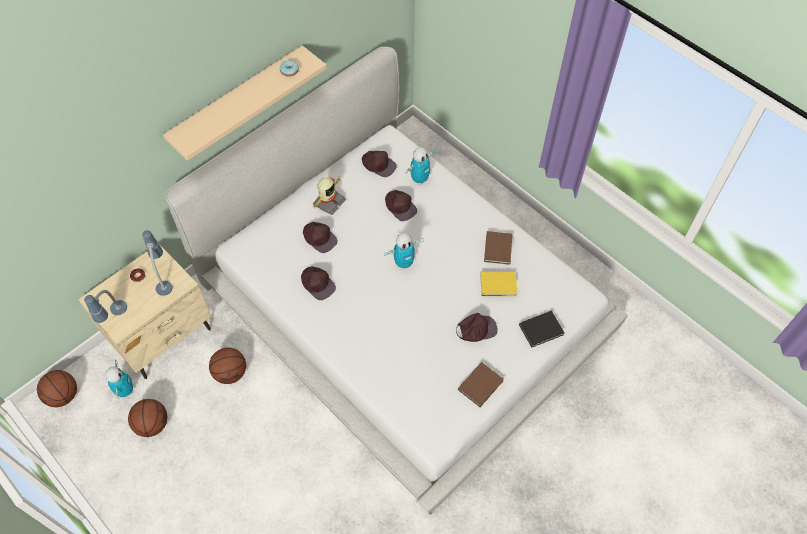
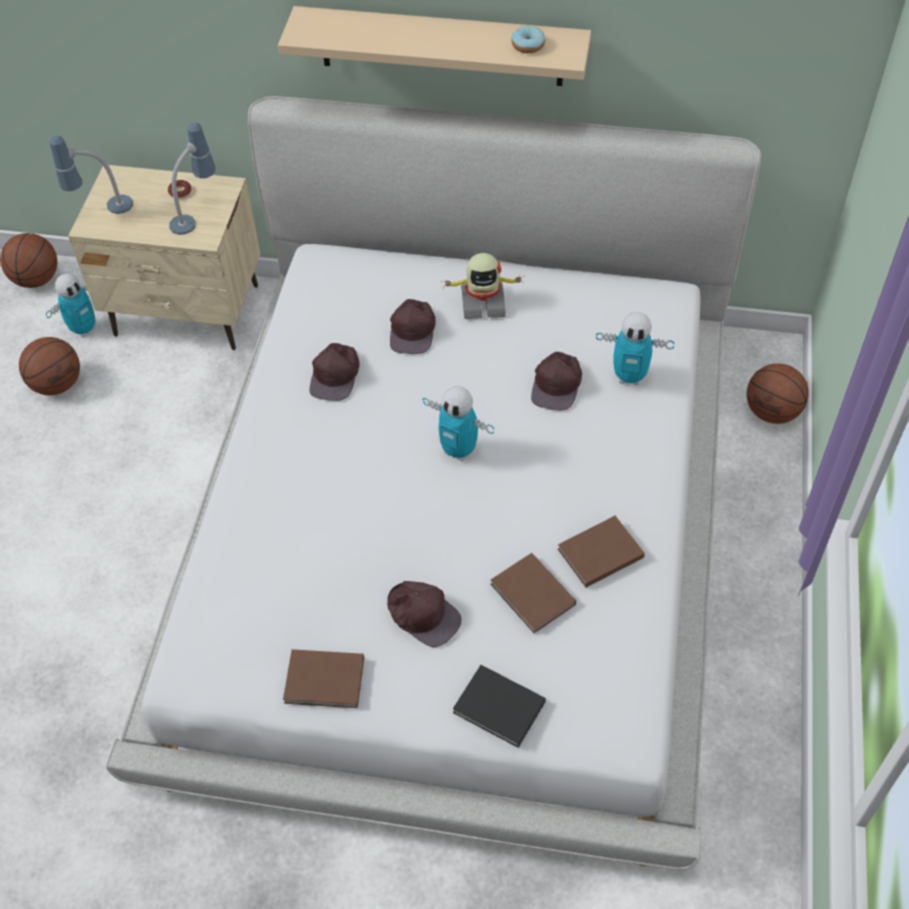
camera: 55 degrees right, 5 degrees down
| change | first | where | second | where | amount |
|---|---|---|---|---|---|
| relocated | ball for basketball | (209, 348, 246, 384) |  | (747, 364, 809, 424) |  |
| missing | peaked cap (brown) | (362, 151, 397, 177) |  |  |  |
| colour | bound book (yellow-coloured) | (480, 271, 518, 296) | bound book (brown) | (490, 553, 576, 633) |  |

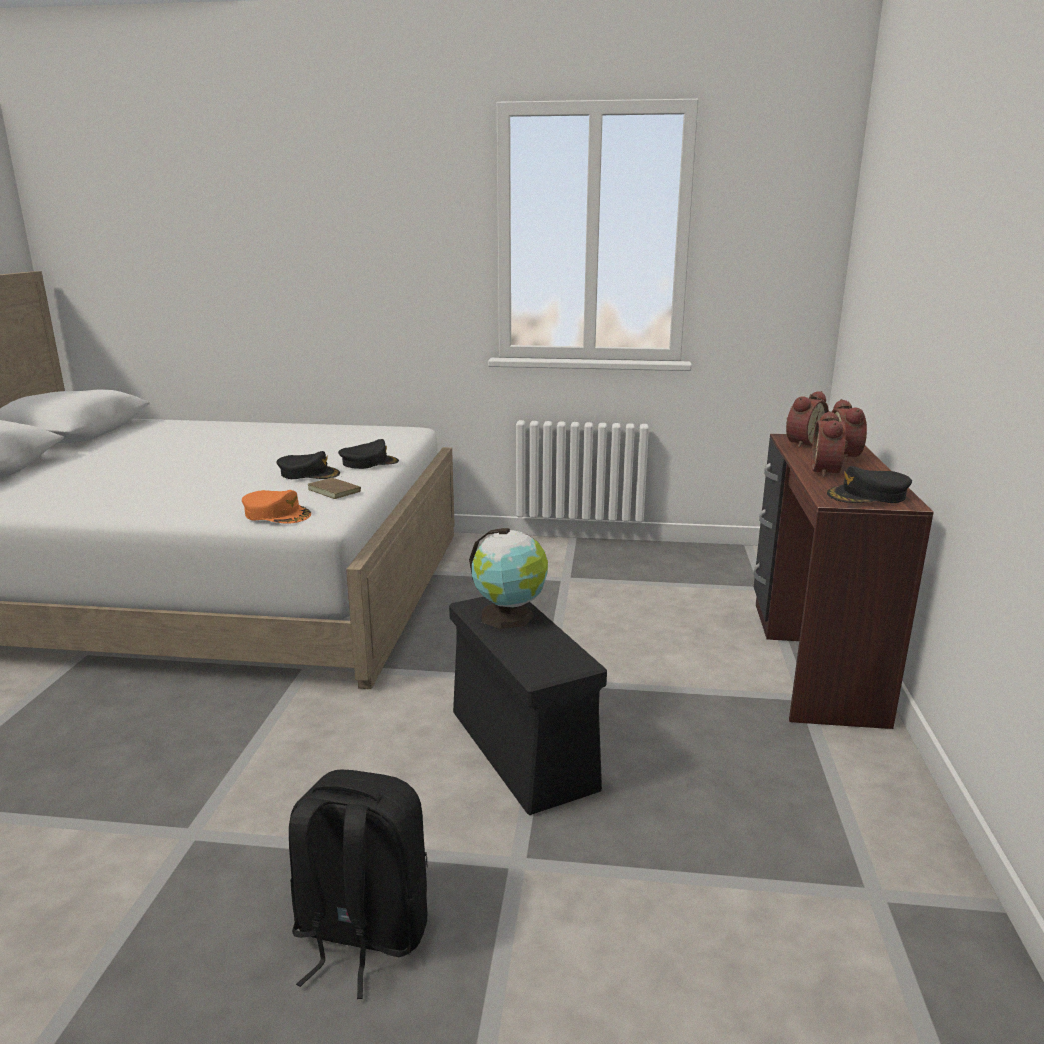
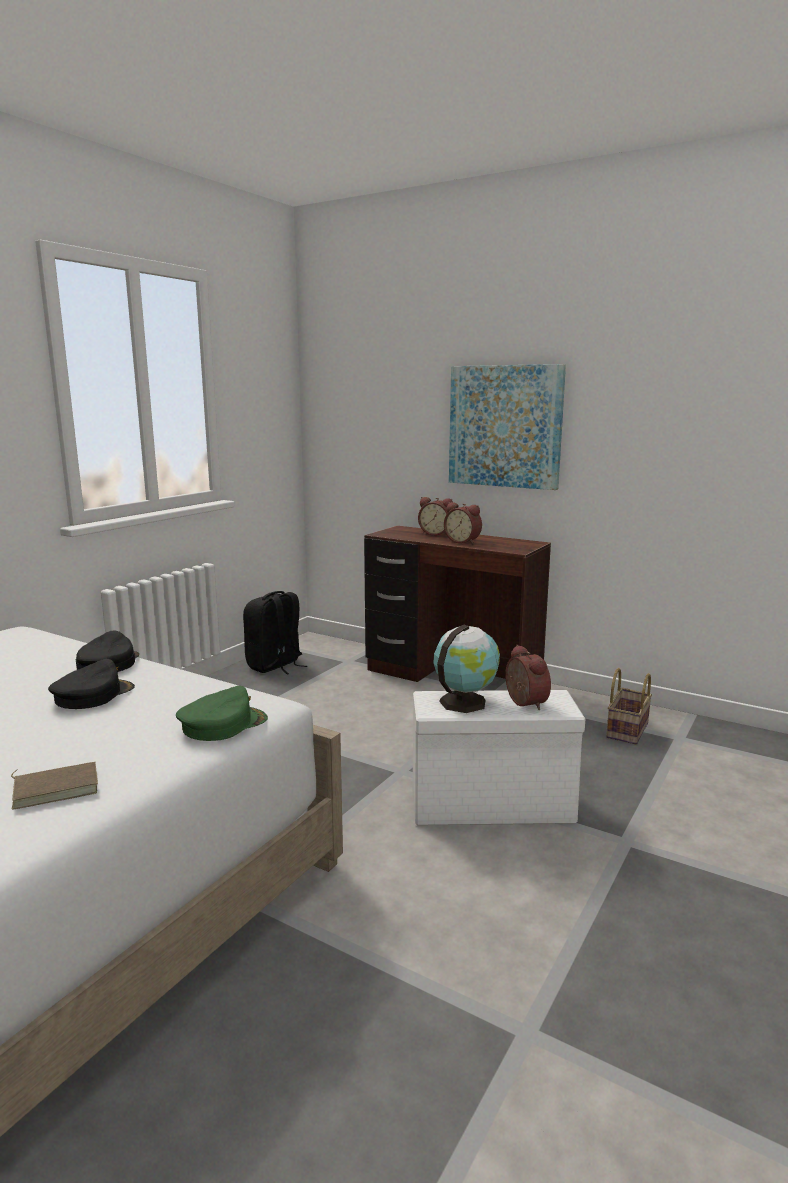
camera: 65 degrees left, 5 degrees down
| change | first | where | second | where | amount |
|---|---|---|---|---|---|
| colour | peaked cap (orangey) | (242, 490, 311, 524) | peaked cap (green-coloured) | (176, 686, 268, 741) |  |
| relocated | backpack (blackish) | (289, 769, 427, 999) |  | (243, 591, 307, 675) |  |
| relocated | bound book (brown) | (308, 476, 361, 499) |  | (11, 762, 98, 810) |  |
| colour | storage container (blackish) | (449, 597, 607, 815) | storage container (white) | (412, 690, 585, 825) |  |
| relocated | alarm clock | (786, 391, 829, 448) |  | (505, 645, 551, 710) |  |
| missing | peaked cap (blackish) | (827, 466, 912, 503) |  |  |  |
| appeared |  |  | wall picture | (449, 364, 566, 490) |  |
| appeared |  |  | storage basket | (606, 668, 652, 744) |  |

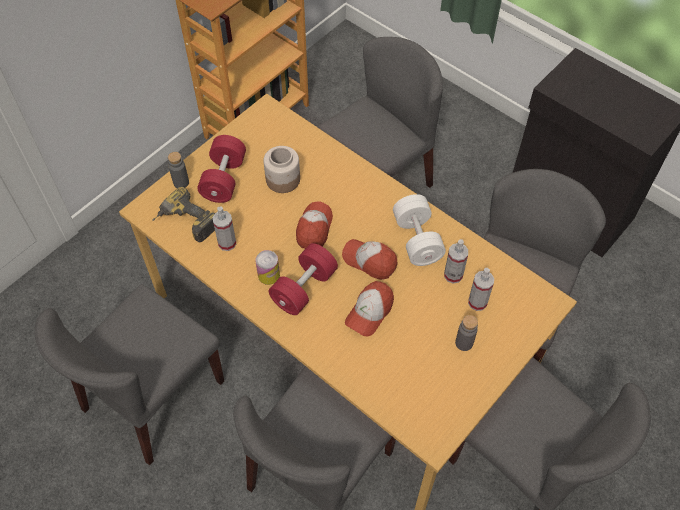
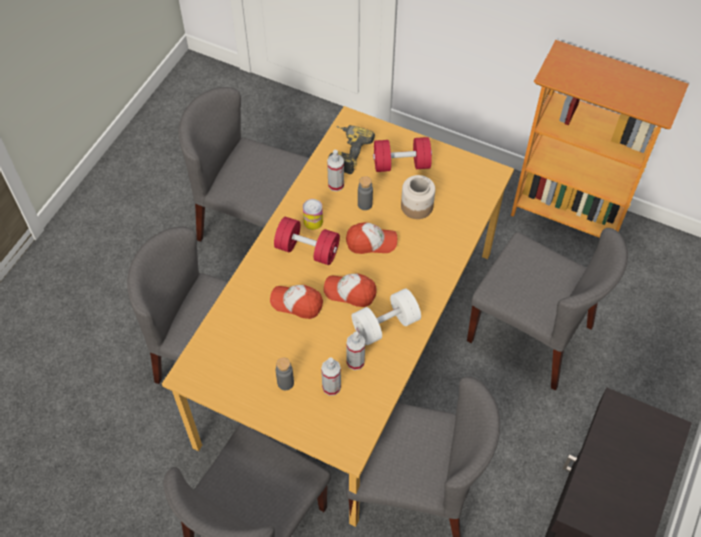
camera: 75 degrees right, 0 degrees up
| change | first | where | second | where | amount |
|---|---|---|---|---|---|
| relocated | drink bottle (gray) | (168, 152, 189, 188) |  | (358, 176, 373, 210) |  |
| spun | peaked cap | (342, 239, 398, 280) |  | (324, 273, 377, 307) | 90 degrees counterclockwise |

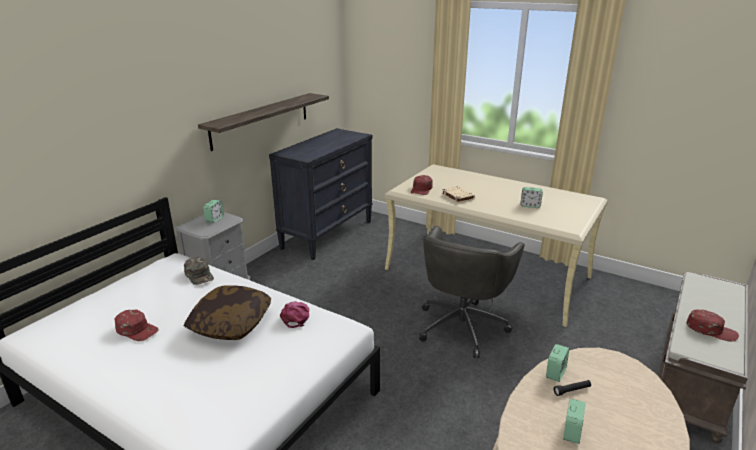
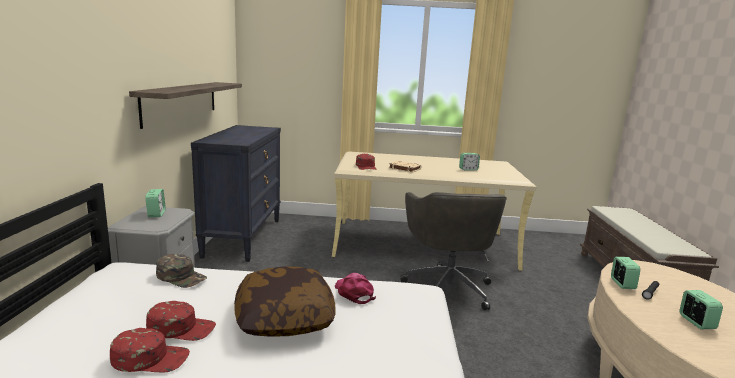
camera: 30 degrees left, 10 degrees down
| change | first | where | second | where | amount |
|---|---|---|---|---|---|
| relocated | peaked cap (red-coloured) | (687, 310, 739, 342) |  | (146, 301, 216, 341) |  |

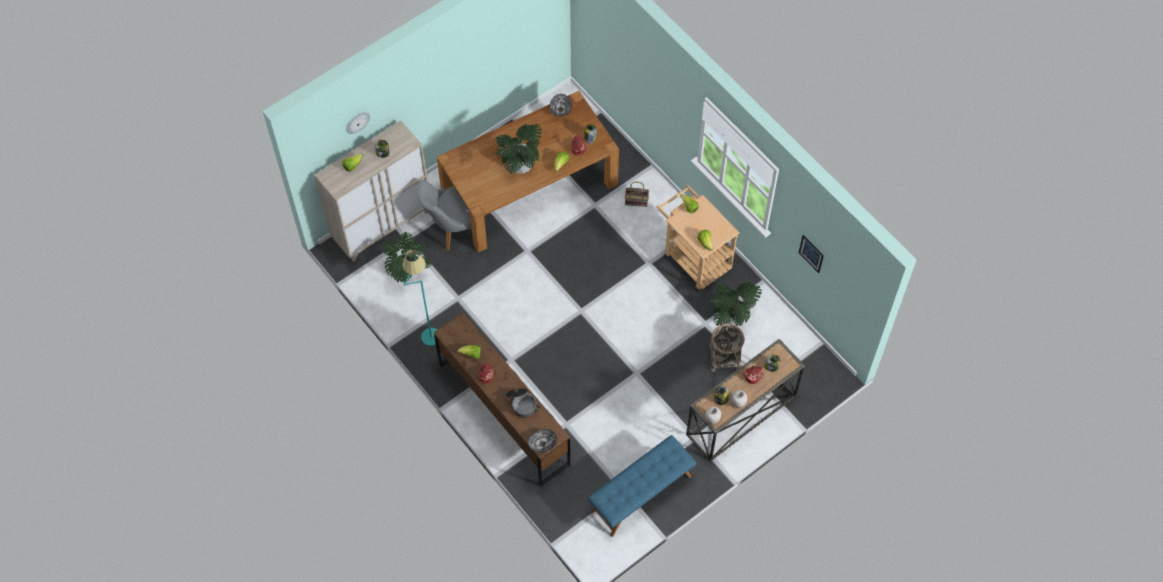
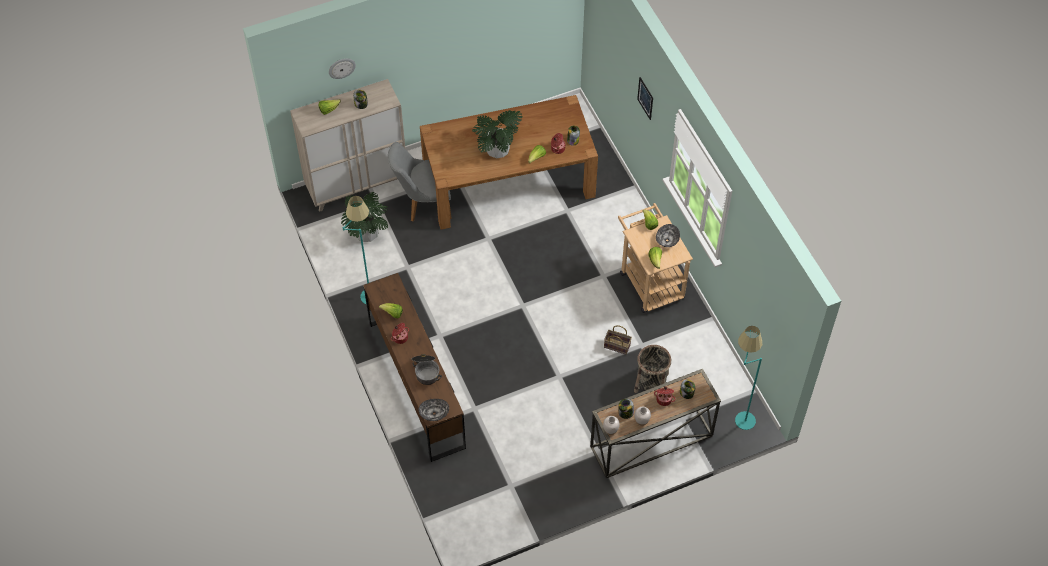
camera: 15 degrees right, 5 degrees down
| change | first | where | second | where | amount |
|---|---|---|---|---|---|
| relocated | deep dish | (549, 94, 572, 116) |  | (656, 224, 680, 247) |  |
| missing | bench (blue-coloured) | (587, 435, 697, 537) |  |  |  |
| relocated | storage basket | (625, 182, 649, 207) |  | (604, 325, 632, 355) |  |
| missing | potted plant | (710, 282, 762, 326) |  |  |  |
| relocated | wall picture | (799, 235, 824, 273) |  | (637, 77, 653, 120) |  |
| appeared |  |  | floor lamp (blue-green) | (735, 326, 762, 430) |  |

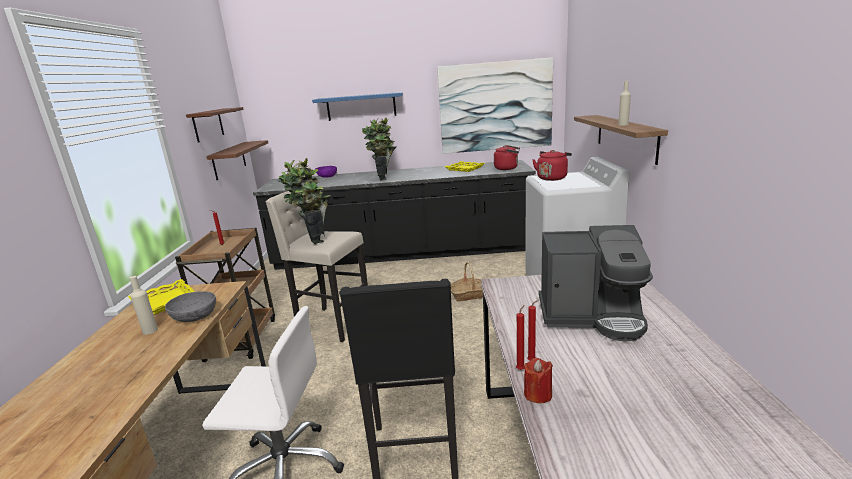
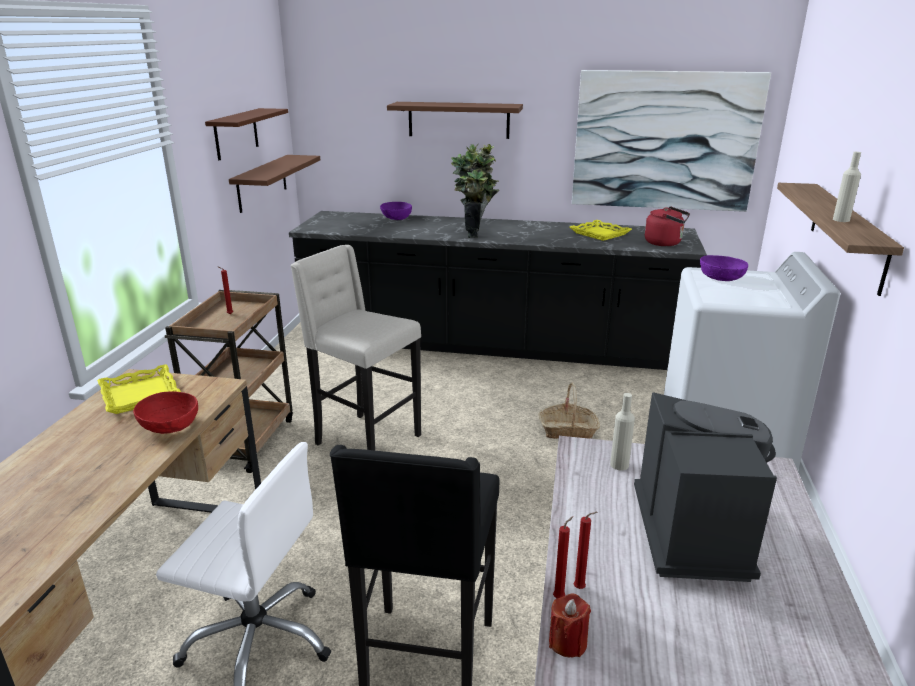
camera: 10 degrees right, 5 degrees up
| change | first | where | second | where | amount |
|---|---|---|---|---|---|
| relocated | drink bottle (beige) | (130, 276, 158, 335) |  | (610, 393, 635, 471) |  |
| colour | deep dish (gray) | (165, 291, 216, 322) | deep dish (red-coloured) | (133, 392, 198, 434) |  |
| missing | potted plant | (277, 158, 331, 244) |  |  |  |
| colour | bracket shelf (blue-coloured) | (312, 92, 403, 121) | bracket shelf (brown) | (387, 102, 523, 139) |  |
| exchanged | kettle (red-coloured) | (532, 150, 572, 181) | deep dish (purplish) | (700, 255, 748, 281) |  |
| spun | coffee brewer | (539, 225, 653, 342) |  | (634, 392, 777, 582) | 105 degrees counterclockwise |

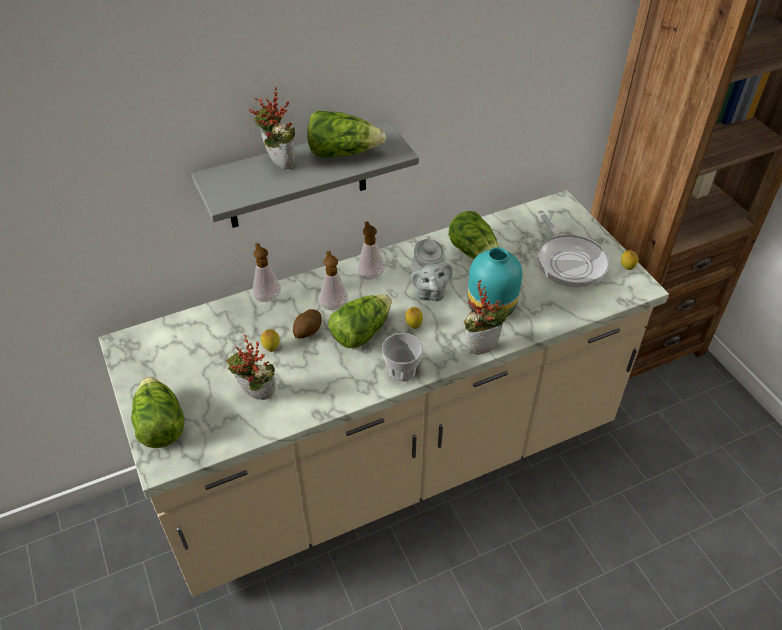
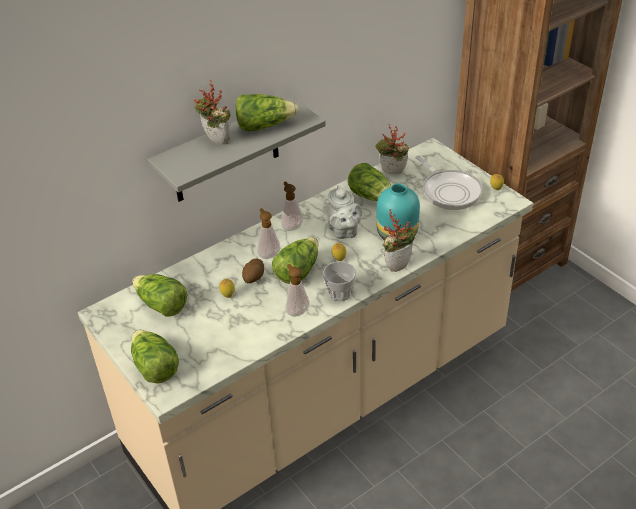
camera: 10 degrees left, 5 degrees down
| change | first | where | second | where | amount |
|---|---|---|---|---|---|
| relocated | potted plant | (226, 334, 275, 400) |  | (375, 123, 410, 174) |  |
| relocated | soap bottle | (252, 243, 281, 302) |  | (285, 264, 310, 317) |  |
| appeared |  |  | lettuce | (132, 274, 187, 316) |  |

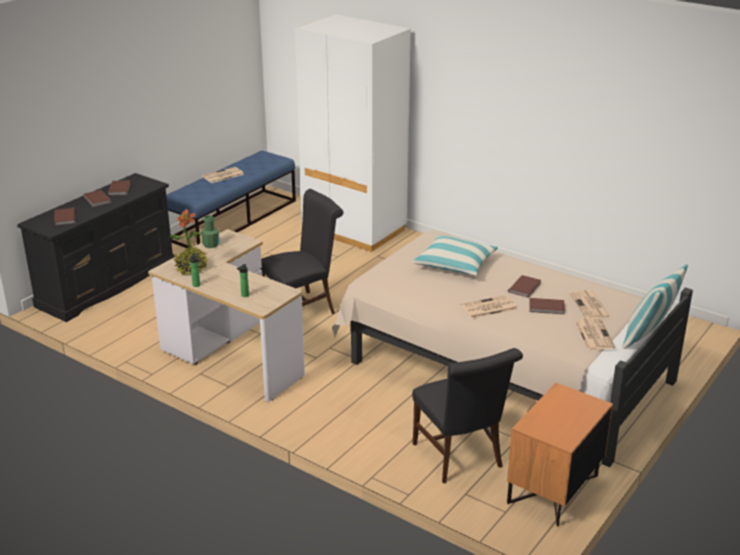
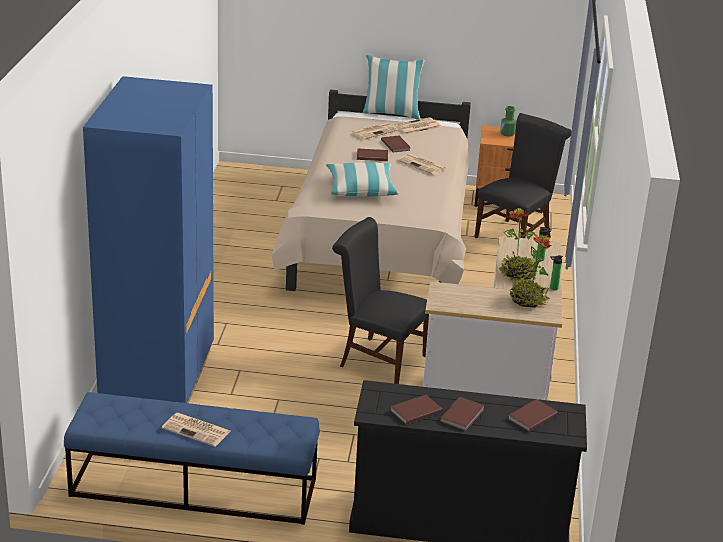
camera: 120 degrees left, 0 degrees up
| change | first | where | second | where | amount |
|---|---|---|---|---|---|
| relocated | drink bottle (green-coloured) | (201, 215, 220, 248) |  | (500, 106, 517, 137) |  |
| colour | clothes cupboard (white) | (295, 14, 411, 252) | clothes cupboard (blue-coloured) | (83, 76, 214, 403) |  |
| appeared |  |  | potted plant | (499, 208, 537, 281) |  |

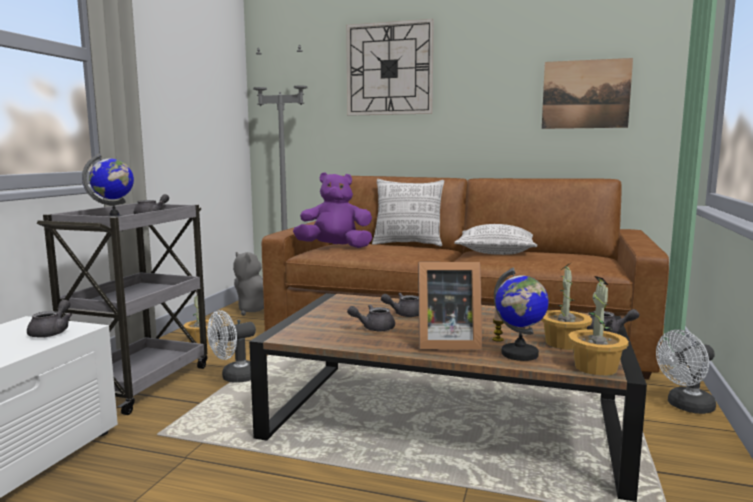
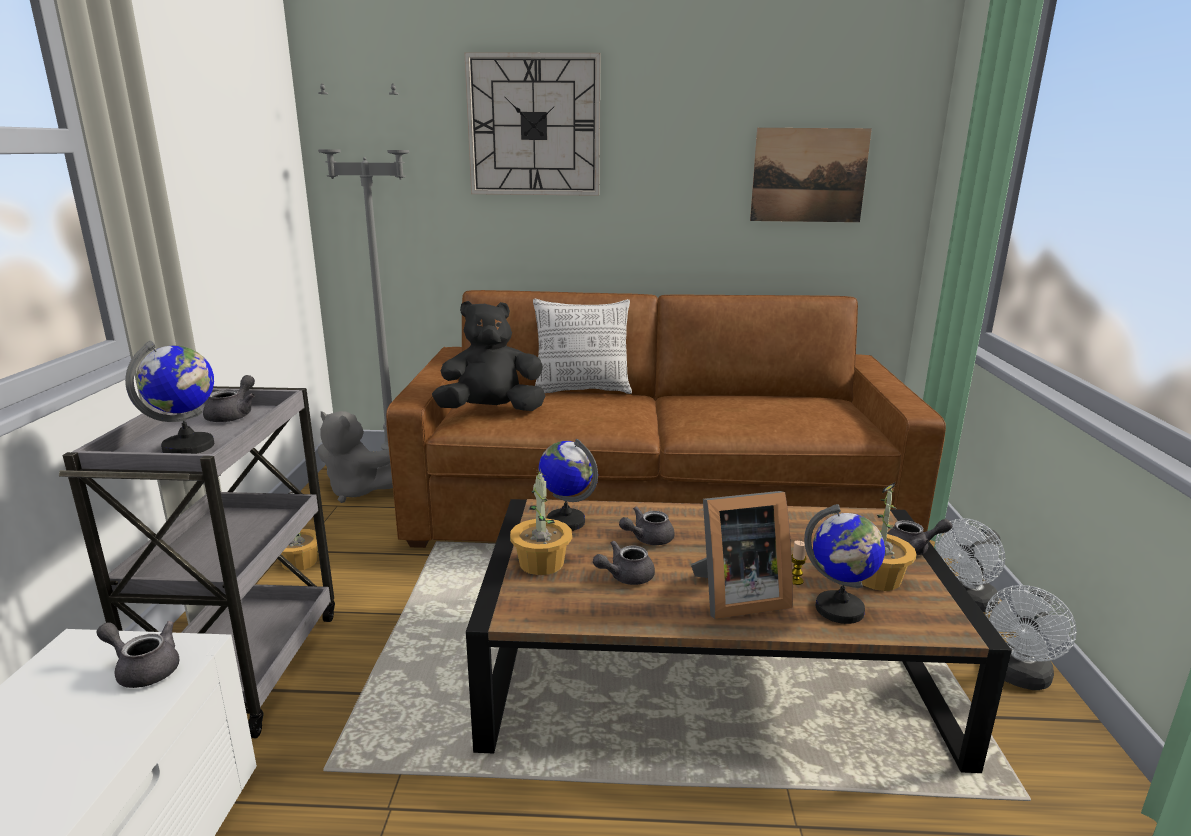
camera: 15 degrees left, 10 degrees up
| change | first | where | second | where | amount |
|---|---|---|---|---|---|
| spun | tea pot (gray) | (27, 300, 72, 338) |  | (97, 621, 179, 688) | 60 degrees counterclockwise |
| relocated | fan (white) | (207, 310, 256, 383) |  | (985, 585, 1077, 690) |  |
| colour | soft toy (purplish) | (293, 172, 372, 248) | soft toy (blackish) | (432, 301, 545, 411) |  |
| missing | cushion | (454, 224, 537, 255) |  |  |  |
| relocated | potted plant | (568, 276, 629, 376) |  | (510, 467, 572, 575) |  |
| appeared |  |  | world globe | (539, 439, 598, 531) |  |

